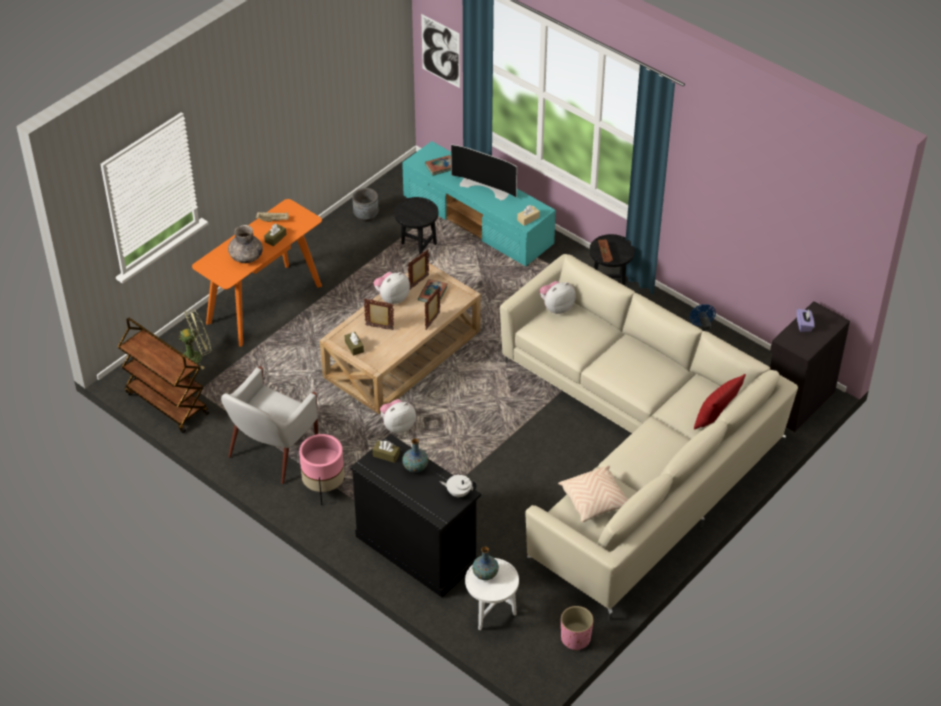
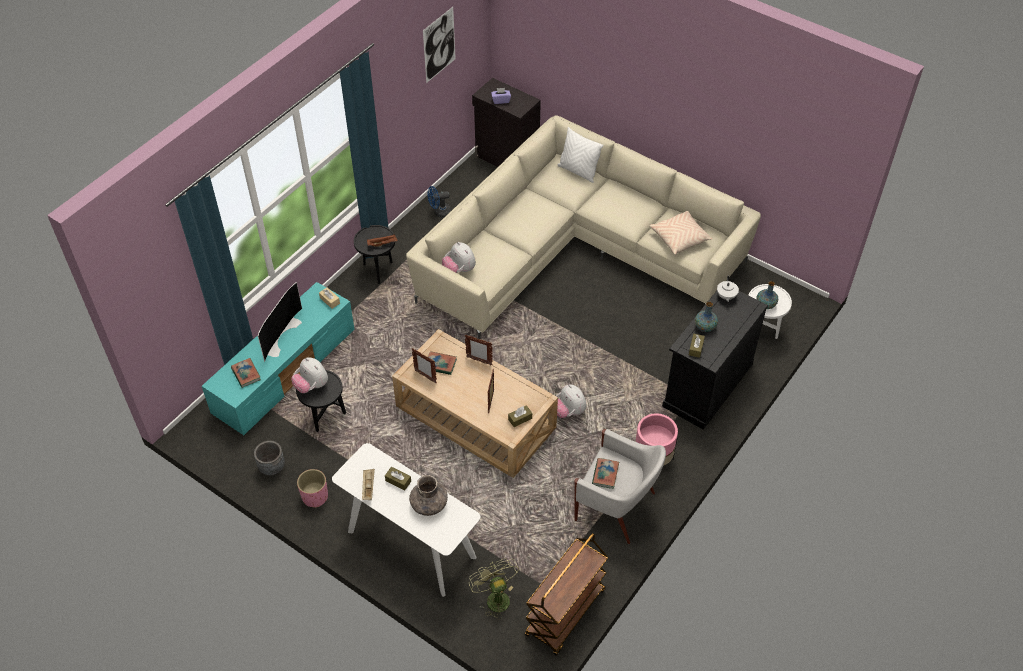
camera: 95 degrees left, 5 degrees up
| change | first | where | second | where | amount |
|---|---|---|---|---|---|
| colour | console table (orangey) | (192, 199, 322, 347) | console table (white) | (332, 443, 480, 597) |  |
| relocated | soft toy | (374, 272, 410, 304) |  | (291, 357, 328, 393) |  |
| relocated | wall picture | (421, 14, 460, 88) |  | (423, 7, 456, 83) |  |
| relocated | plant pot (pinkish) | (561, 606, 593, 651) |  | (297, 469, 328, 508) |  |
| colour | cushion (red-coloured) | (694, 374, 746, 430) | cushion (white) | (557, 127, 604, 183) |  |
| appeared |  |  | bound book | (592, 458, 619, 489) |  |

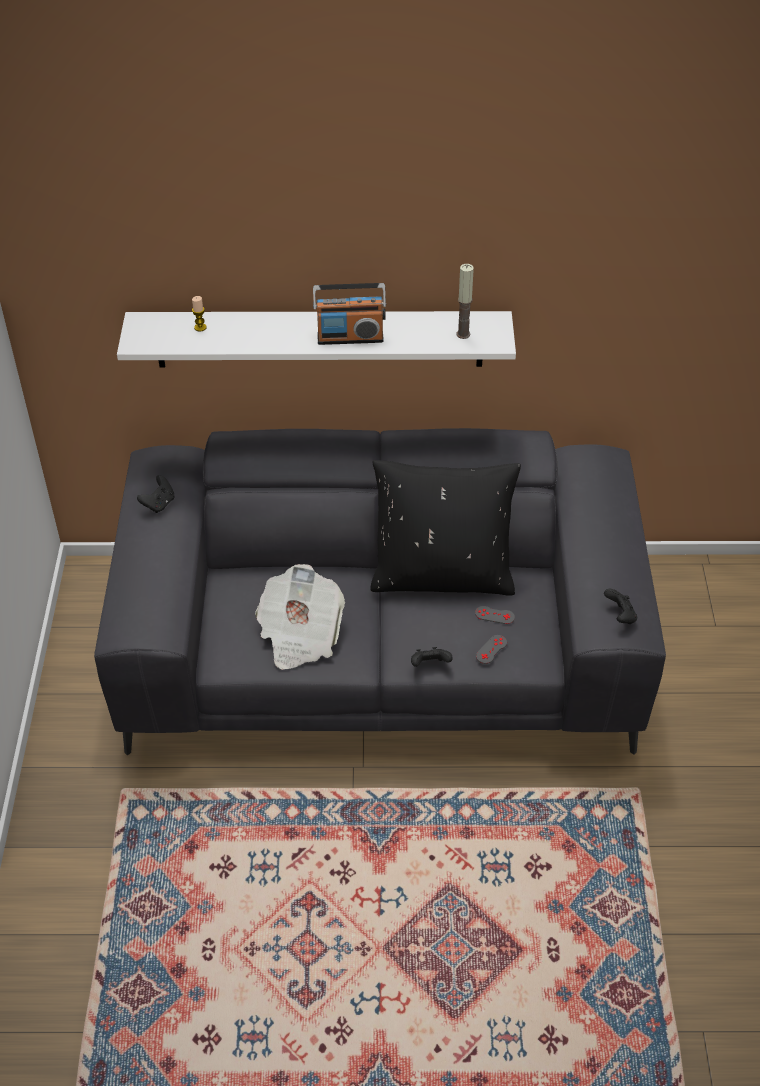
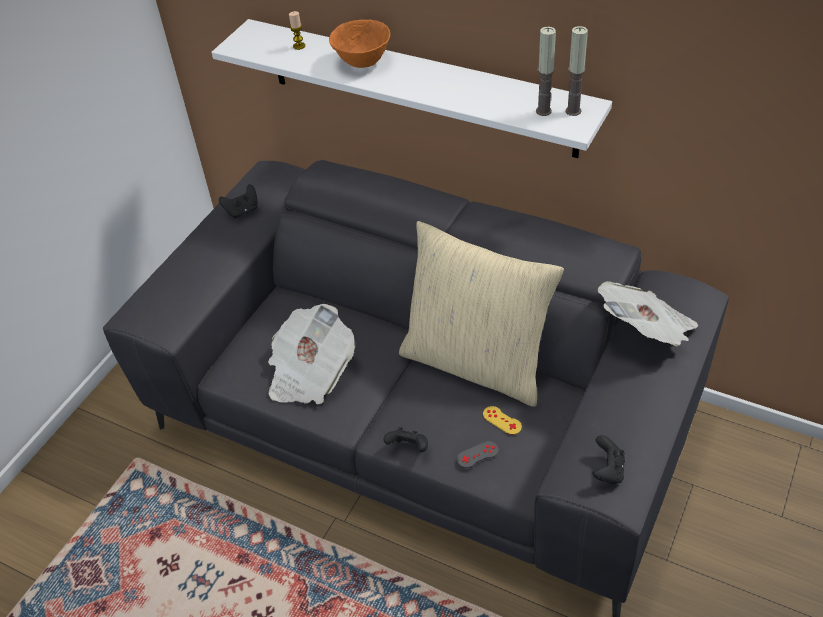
camera: 30 degrees right, 0 degrees up
| change | first | where | second | where | amount |
|---|---|---|---|---|---|
| missing | radio | (313, 283, 386, 345) |  |  |  |
| colour | cushion (blackish) | (370, 460, 521, 596) | cushion (beige) | (399, 221, 564, 407) |  |
| colour | game controller (gray) | (475, 606, 515, 624) | game controller (yellow-coloured) | (483, 406, 522, 435) |  |
| appeared |  |  | deep dish (orangey) | (329, 20, 390, 68) |  |
| appeared |  |  | wax light | (565, 26, 588, 116) |  |
| appeared |  |  | newspaper | (598, 281, 698, 346) |  |

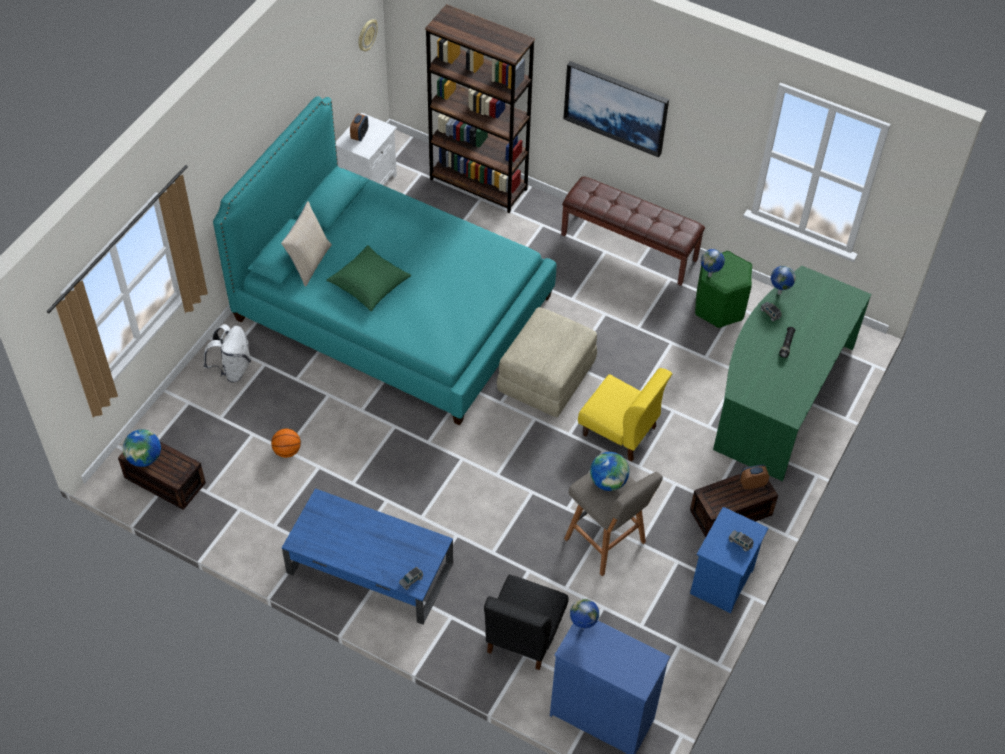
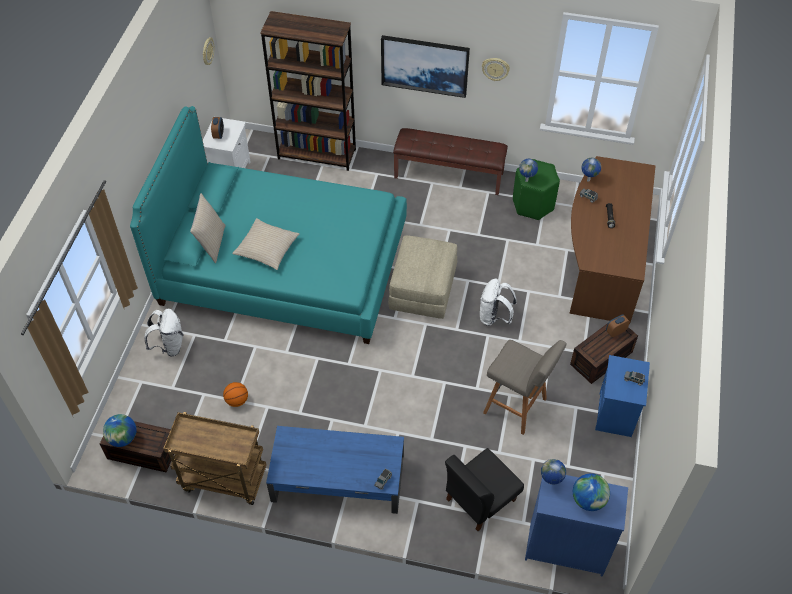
camera: 15 degrees left, 0 degrees up
| change | first | where | second | where | amount |
|---|---|---|---|---|---|
| colour | cushion (green-coloured) | (326, 245, 411, 311) | cushion (beige) | (232, 218, 299, 270) |  |
| spun | upright chair (blackish) | (484, 574, 569, 670) |  | (445, 448, 524, 531) | 45 degrees clockwise |
| exchanged | upright chair (yellow-coloured) | (578, 368, 672, 462) | backpack (white) | (480, 279, 517, 326) |  |
| relocated | world globe | (590, 452, 629, 491) |  | (573, 473, 610, 511) |  |
| colour | desk table (green-coloured) | (713, 266, 872, 481) | desk table (brown) | (570, 156, 656, 324) |  |
| appeared |  |  | trolley (brown) | (163, 412, 267, 505) |  |
| appeared |  |  | clock on the wall | (482, 58, 510, 81) |  |

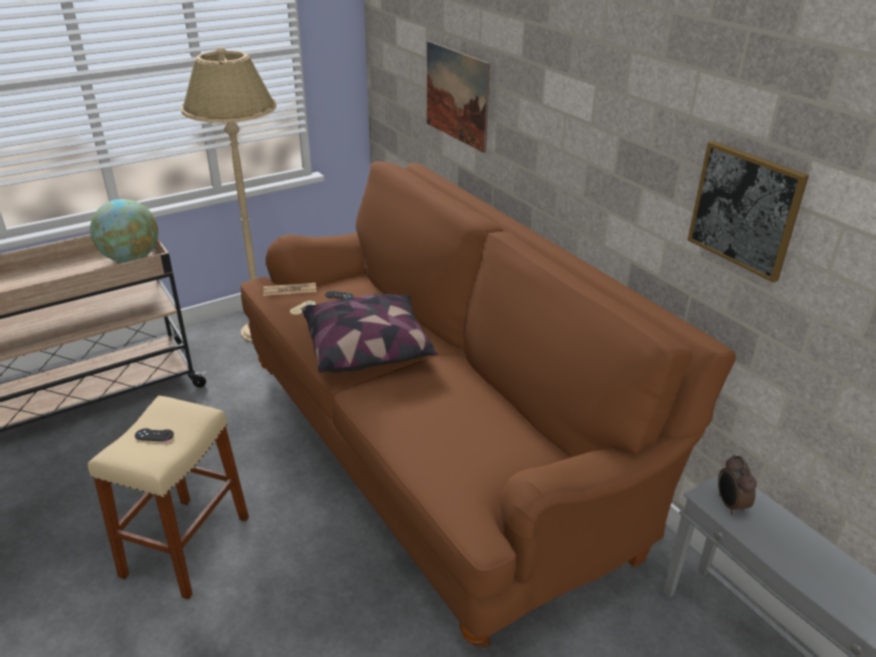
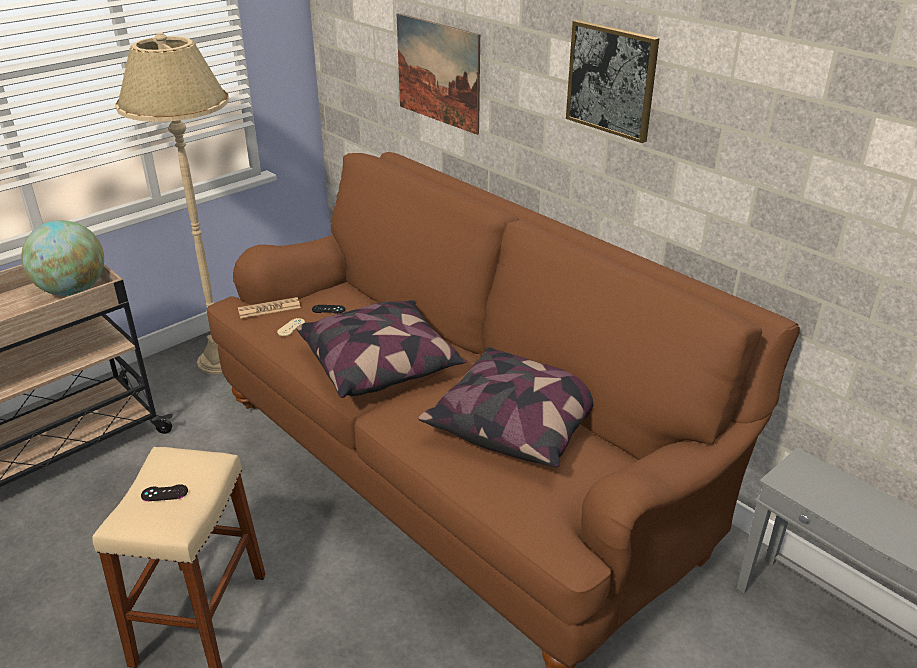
camera: 10 degrees left, 0 degrees up
| change | first | where | second | where | amount |
|---|---|---|---|---|---|
| relocated | wall picture | (688, 141, 809, 283) |  | (566, 20, 660, 143) |  |
| missing | alarm clock | (718, 455, 757, 515) |  |  |  |
| appeared |  |  | cushion | (418, 347, 593, 467) |  |

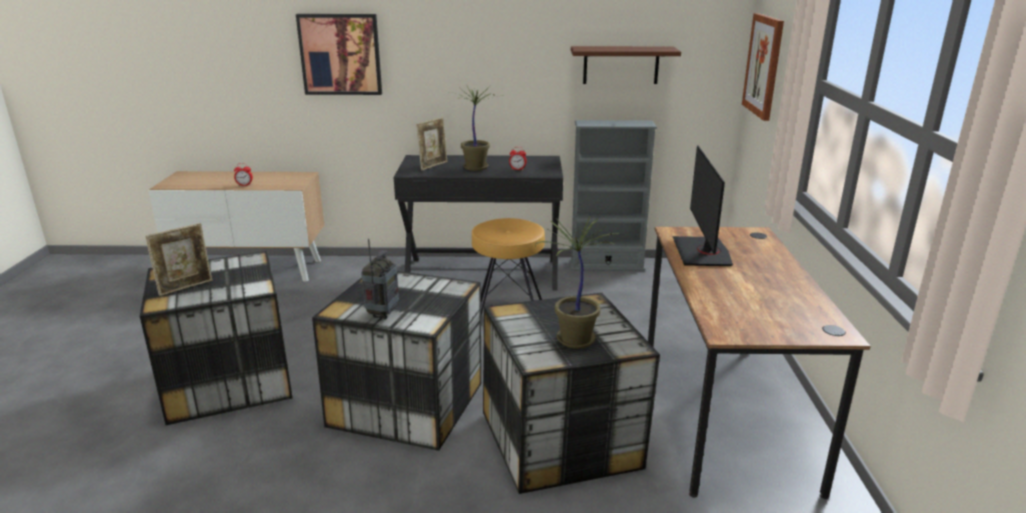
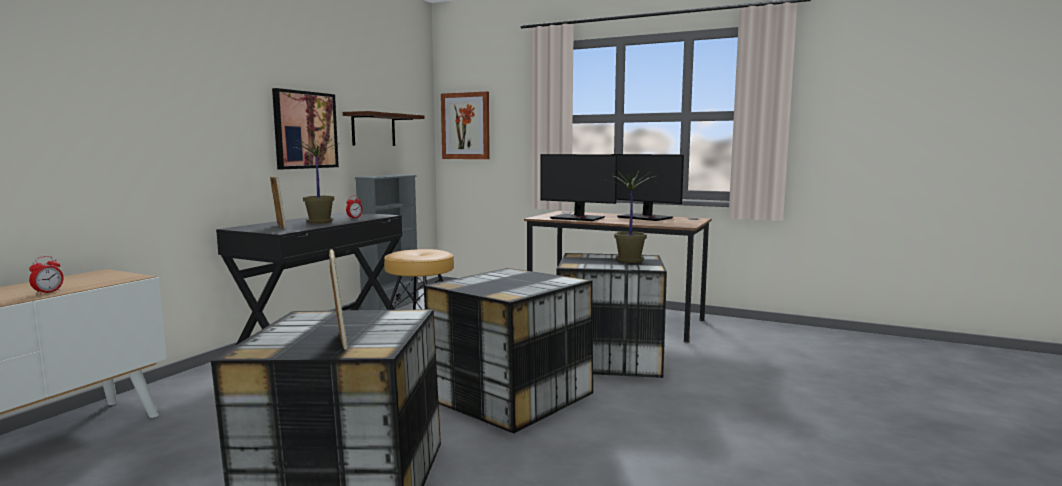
camera: 65 degrees left, 15 degrees down
| change | first | where | second | where | amount |
|---|---|---|---|---|---|
| relocated | wall picture | (296, 14, 382, 95) |  | (272, 88, 339, 169) |  |
| missing | radio | (361, 239, 399, 319) |  |  |  |
| appeared |  |  | computer display | (612, 154, 684, 221) |  |

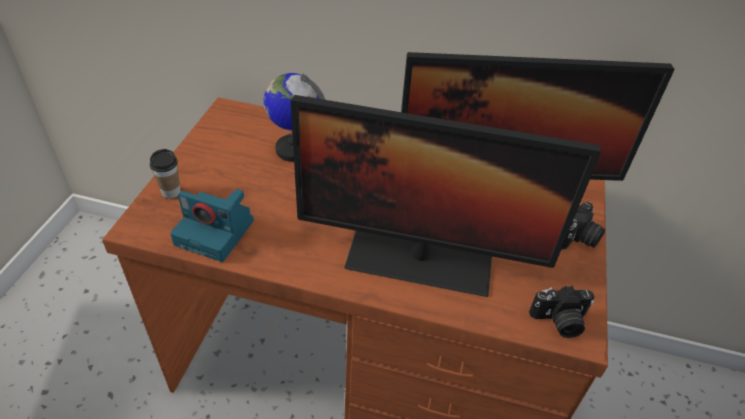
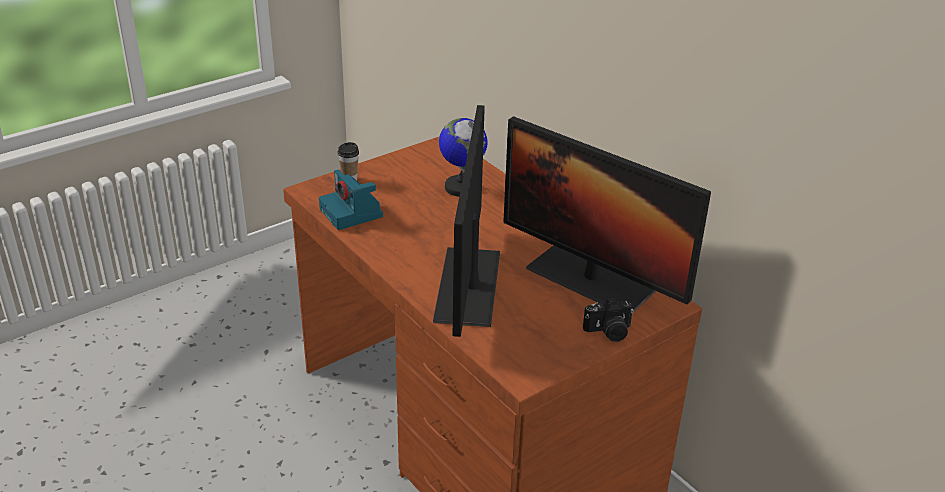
camera: 40 degrees right, 10 degrees down
| change | first | where | second | where | amount |
|---|---|---|---|---|---|
| spun | computer display | (291, 95, 601, 297) |  | (433, 105, 500, 337) | 45 degrees clockwise |
| missing | still camera | (529, 286, 594, 338) |  |  |  |

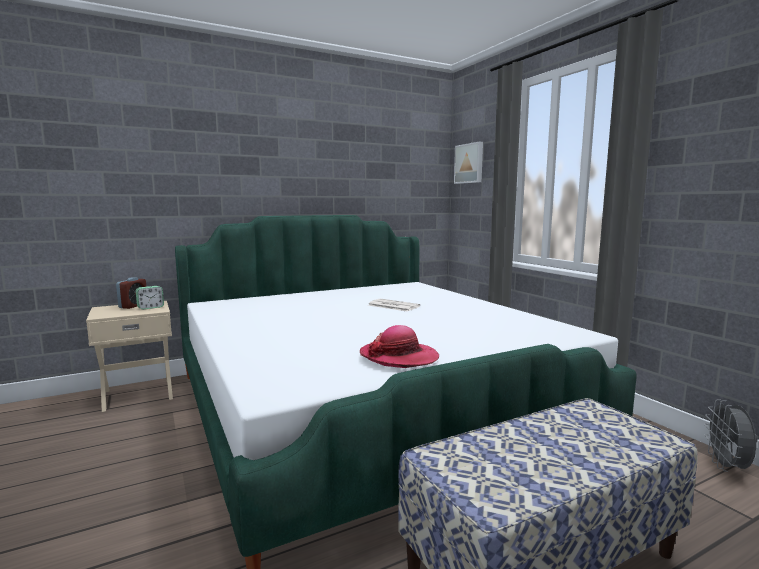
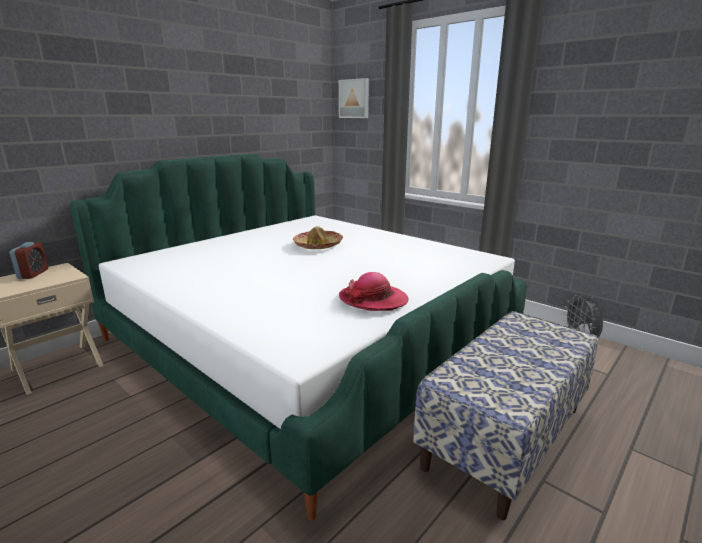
camera: 20 degrees left, 10 degrees up
| change | first | where | second | where | amount |
|---|---|---|---|---|---|
| missing | alarm clock | (136, 286, 164, 310) |  |  |  |
| exchanged | newspaper | (368, 299, 420, 312) | hat | (293, 226, 343, 249) |  |

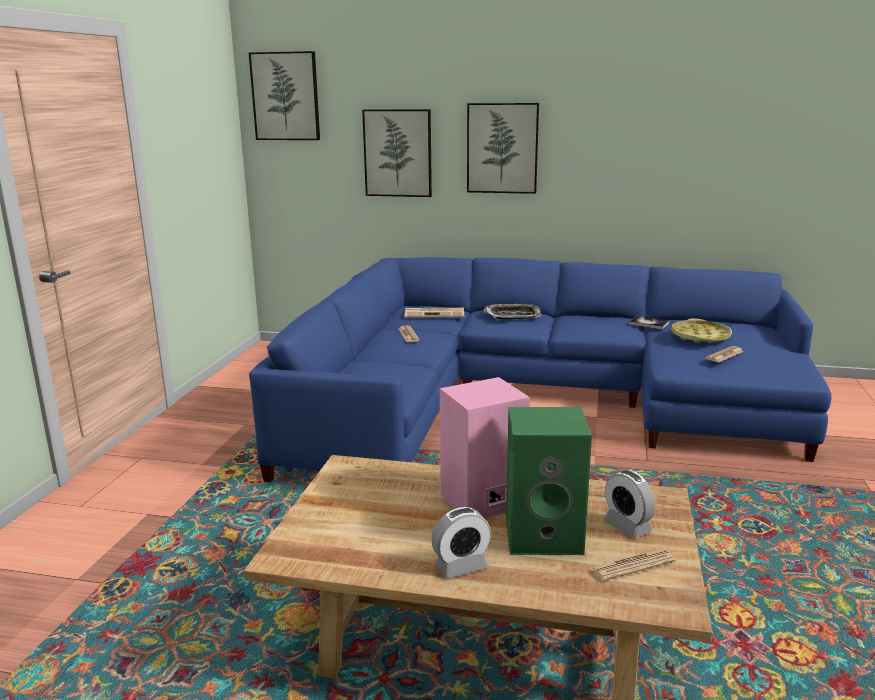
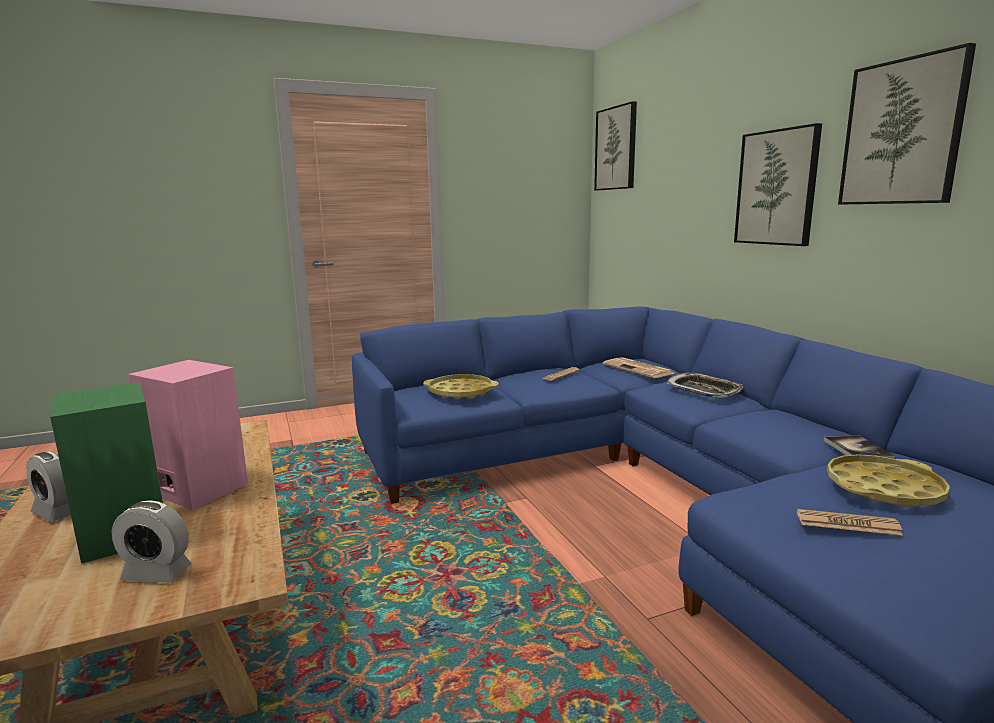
camera: 55 degrees right, 5 degrees down
| change | first | where | second | where | amount |
|---|---|---|---|---|---|
| relocated | wall picture | (362, 109, 432, 197) |  | (838, 43, 976, 205) |  |
| missing | newspaper | (590, 549, 676, 581) |  |  |  |
| spun | alarm clock | (603, 470, 655, 538) |  | (111, 500, 192, 583) | 105 degrees counterclockwise |
| appeared |  |  | tray (yellow-coloured) | (423, 374, 499, 399) |  |

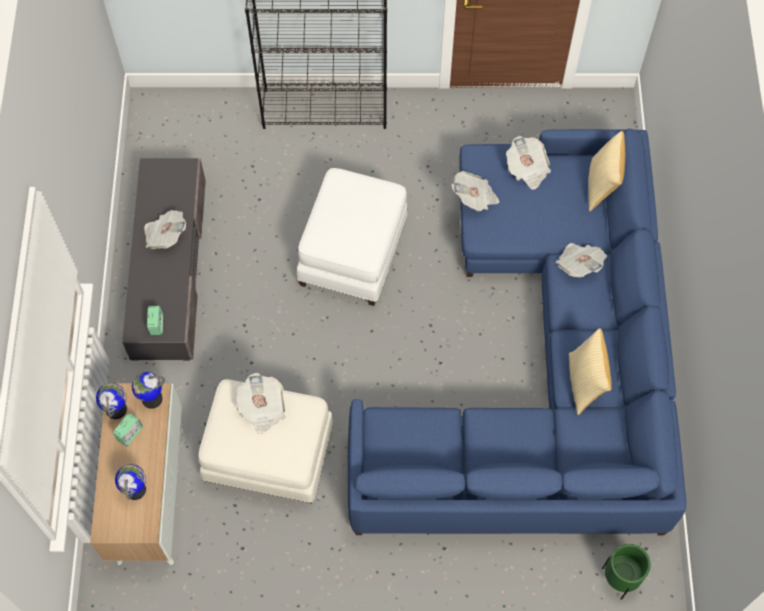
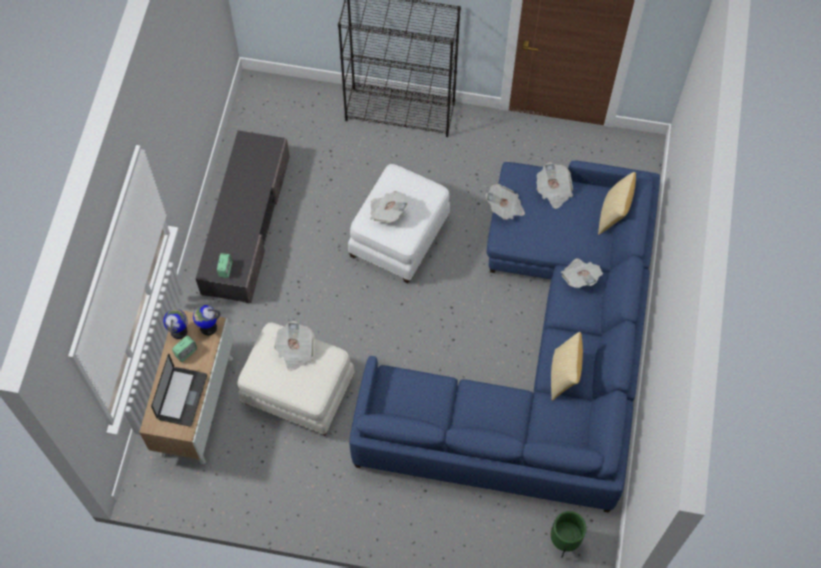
camera: 10 degrees right, 0 degrees up
| change | first | where | second | where | amount |
|---|---|---|---|---|---|
| exchanged | world globe | (115, 464, 146, 500) | portable computer | (151, 354, 207, 427) |  |
| relocated | newspaper | (144, 210, 186, 249) |  | (370, 191, 408, 223) |  |

